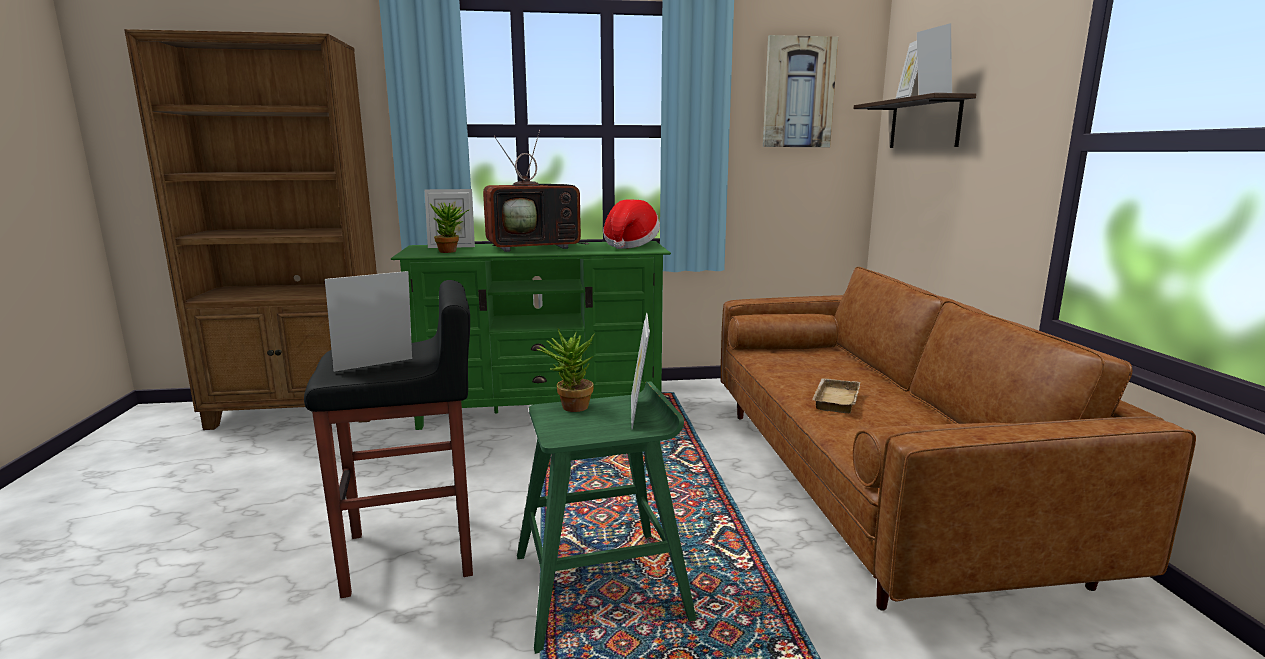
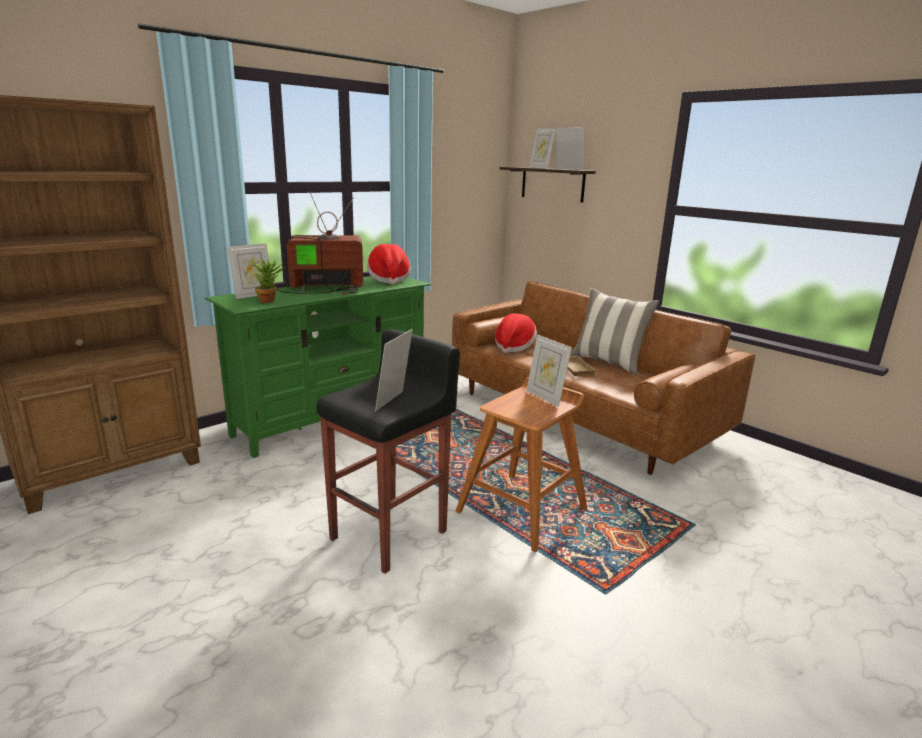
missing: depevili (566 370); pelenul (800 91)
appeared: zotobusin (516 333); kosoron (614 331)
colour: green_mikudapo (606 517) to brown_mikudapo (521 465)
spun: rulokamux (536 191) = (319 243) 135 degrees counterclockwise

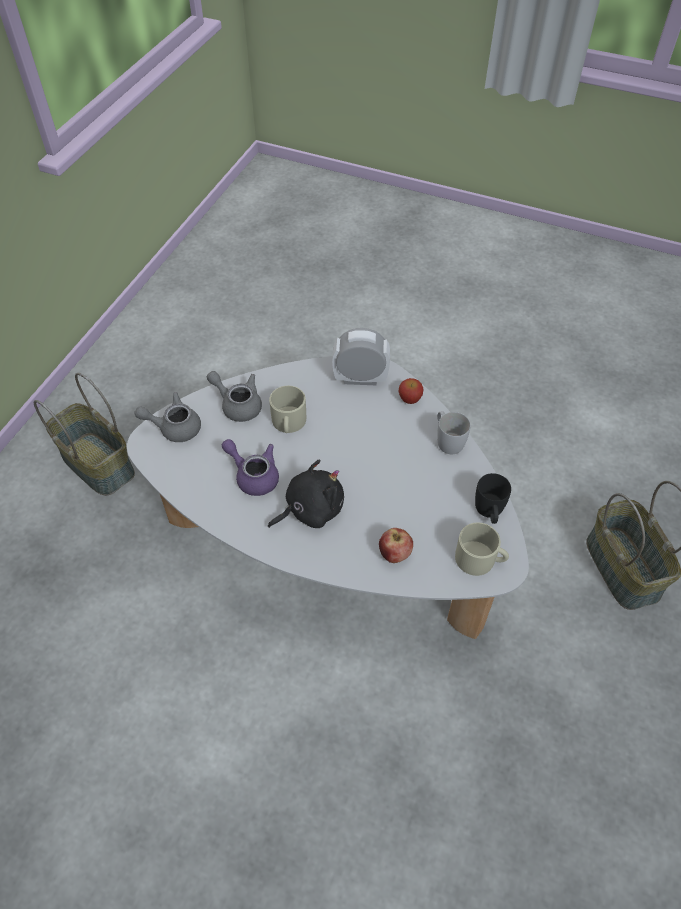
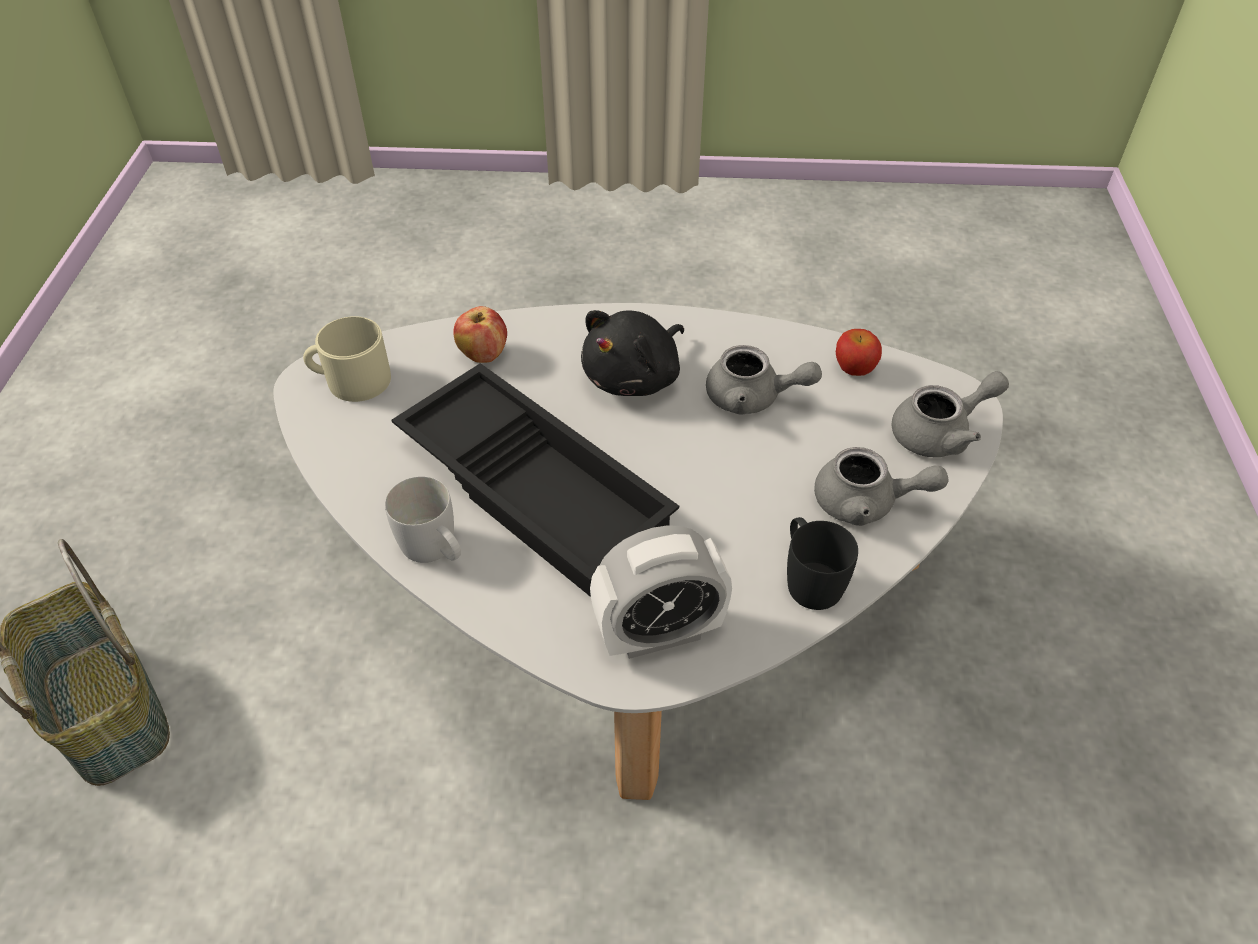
missing: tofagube (84 434); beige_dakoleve (287 409)
appeared: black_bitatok (535 480)
relocated: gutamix (411 391) to (859 352); black_dakoleve (493 498) to (822 563)
colour: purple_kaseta (250 467) to grey_kaseta (764 380)

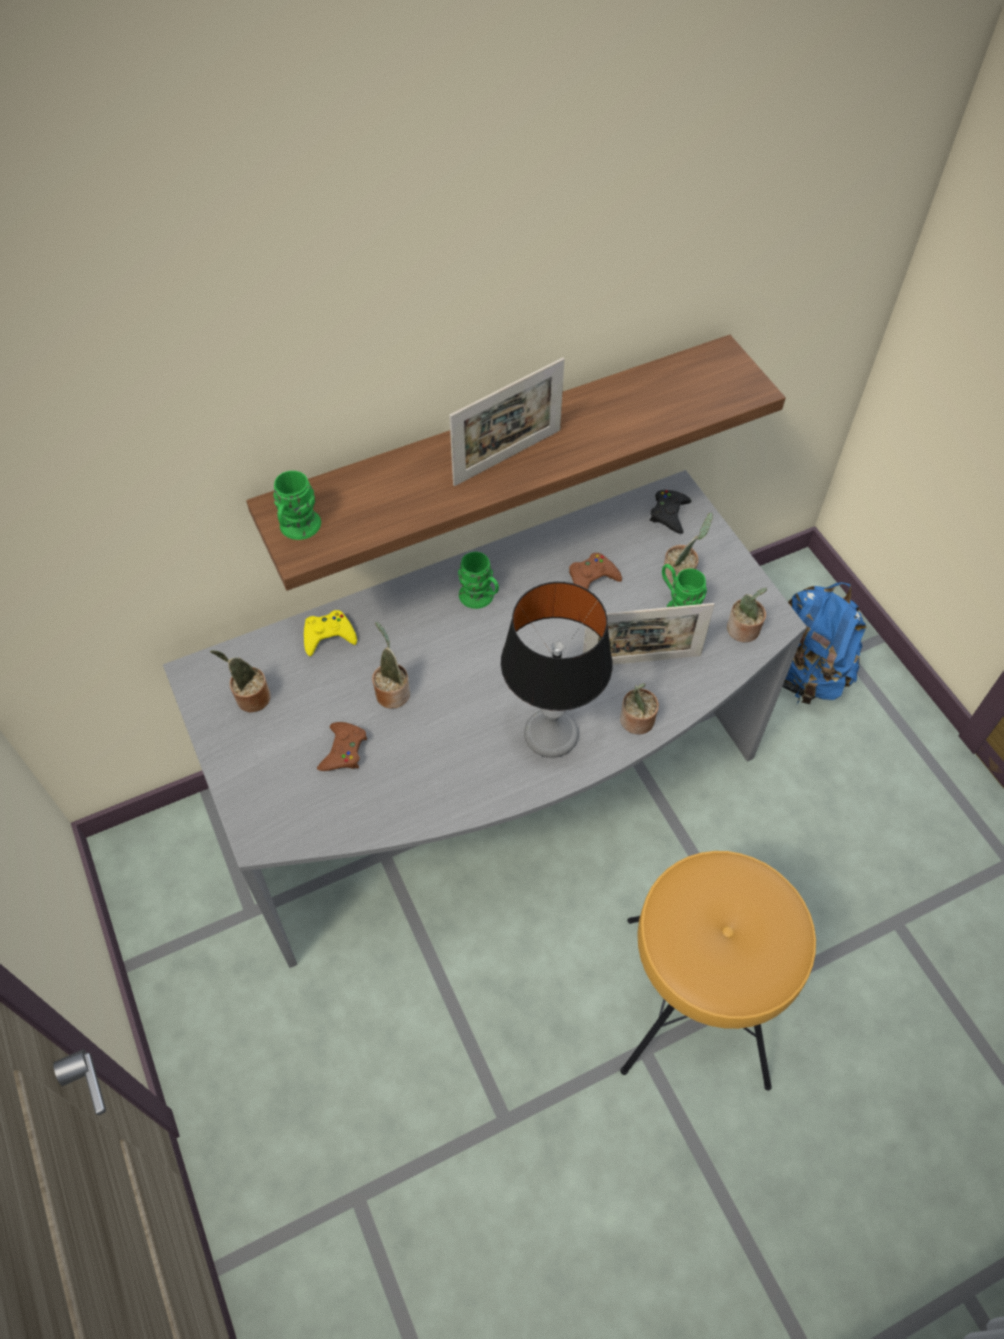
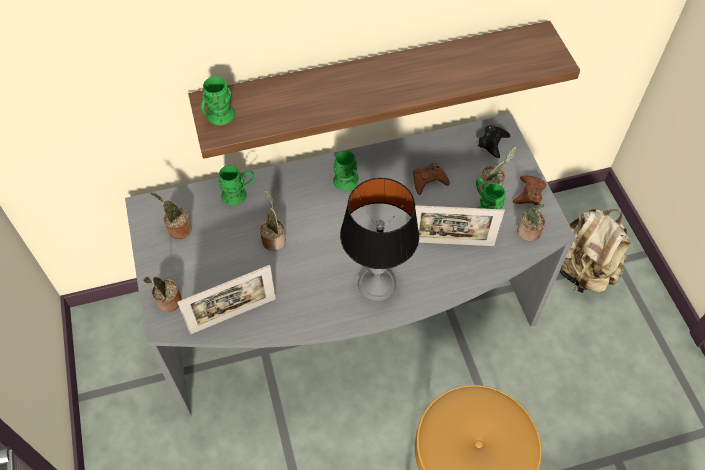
relocated: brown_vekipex (342 746) to (529 190); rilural (506 422) to (226 299); depevili (639 708) to (162 294)
exchanged: yellow_vekipex (330 633) to green_dakoleve (236 185)
colour: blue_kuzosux (824 643) to beige_kuzosux (595 251)

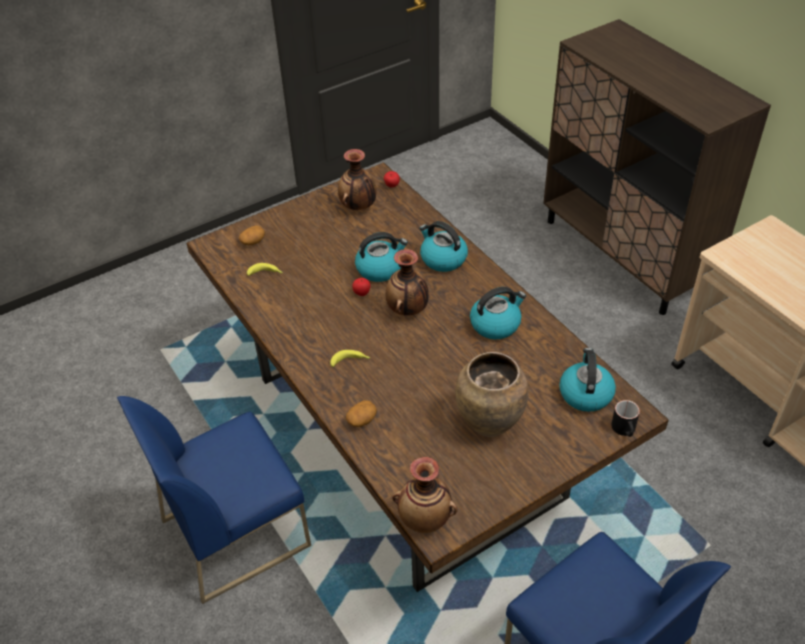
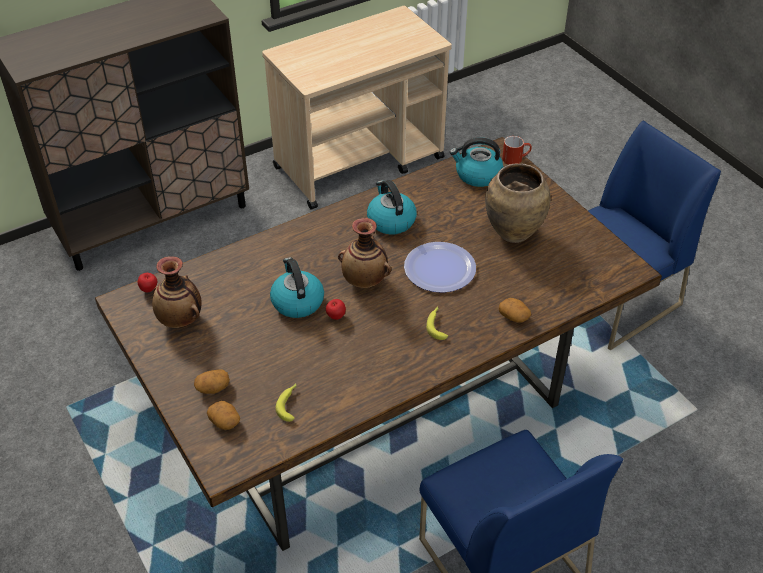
missing: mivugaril (424 495); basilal (443 246)
appeared: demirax (212 382); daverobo (440 267)
colour: black_dakoleve (625 418) to red_dakoleve (517 150)

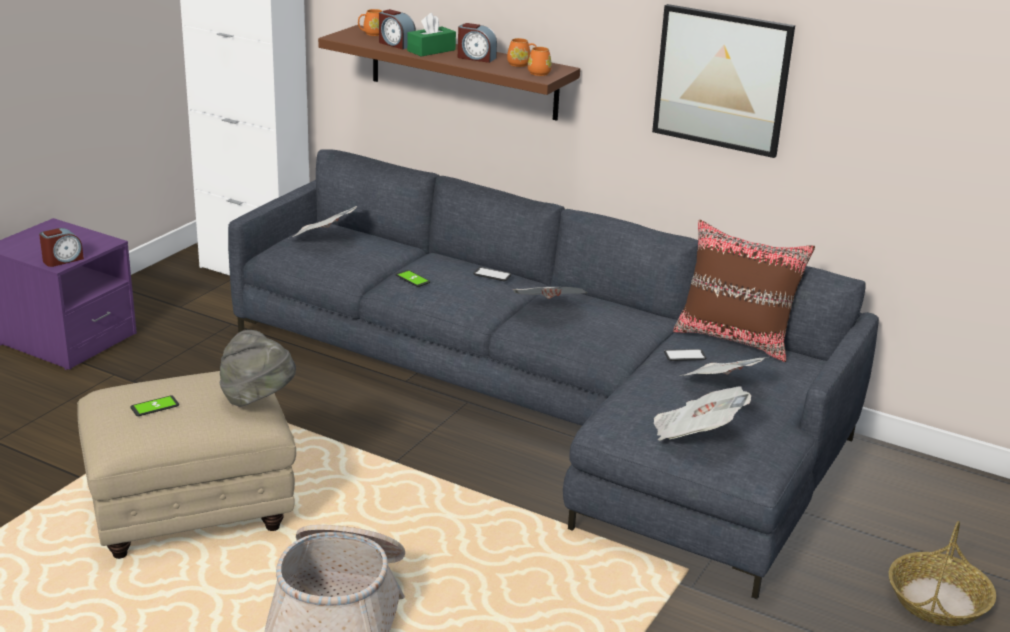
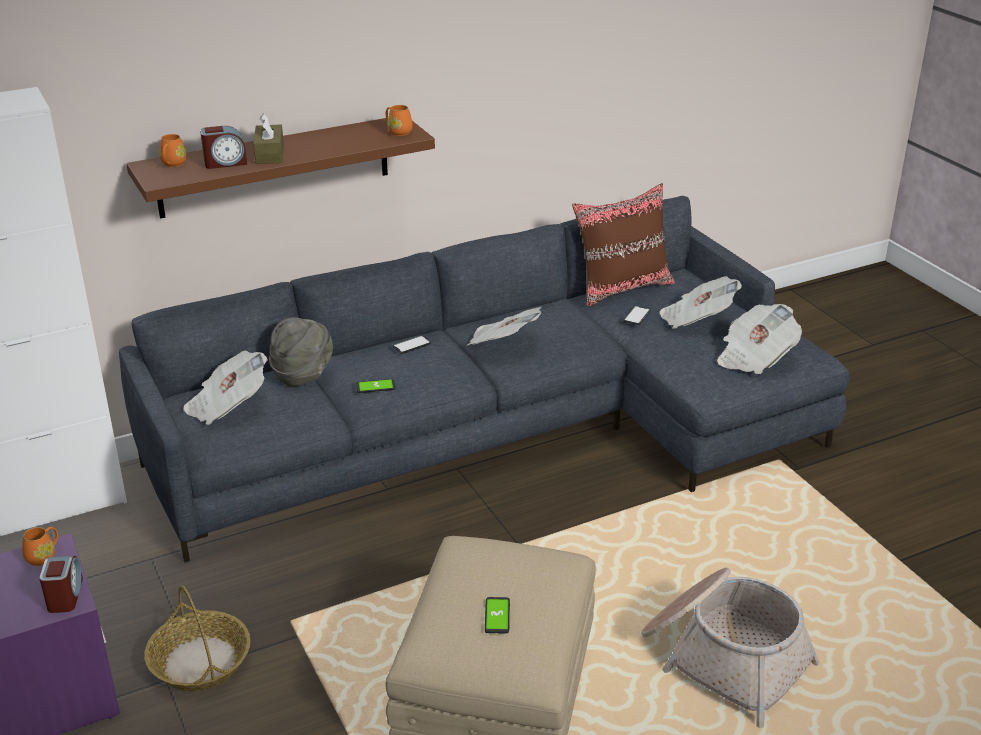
missing: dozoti (477 43); pelenul (723 81)
relocated: grey_zotobusin (258 368) to (301 351); orange_dakoleve (522 52) to (40 546); tofagube (942 573) to (197 638)
colour: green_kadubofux (431 35) to brown_kadubofux (268 138)

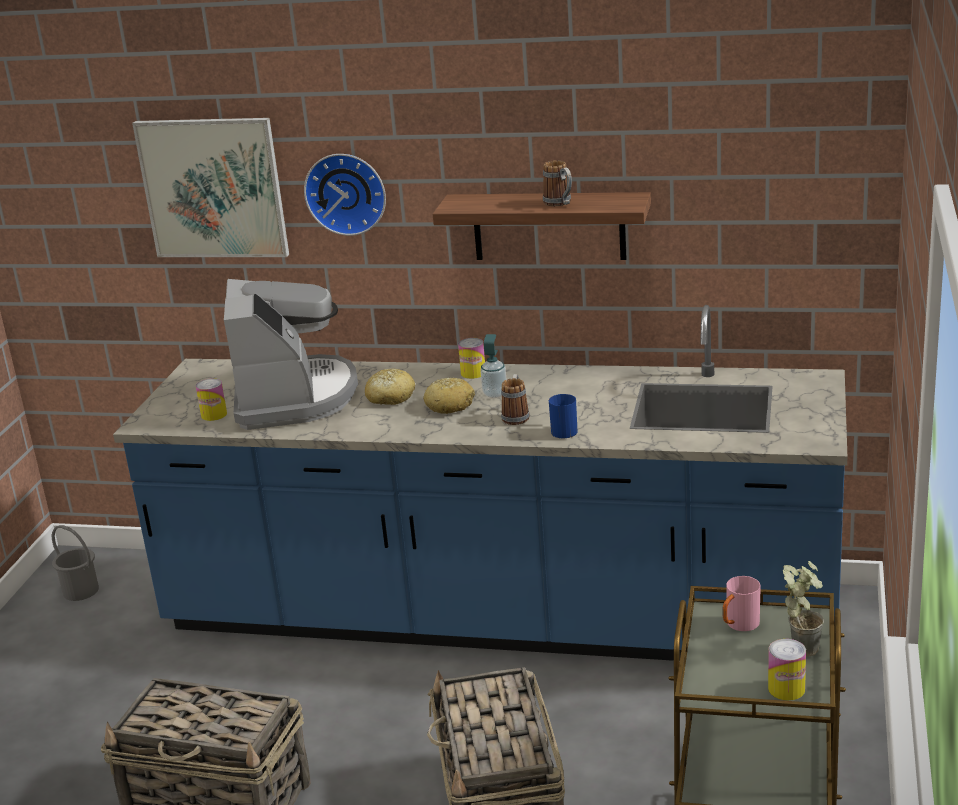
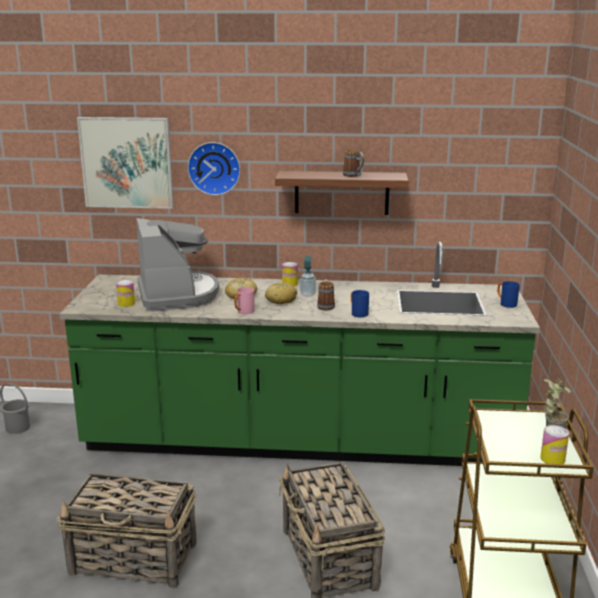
appeared: blue_dakoleve (508 294)
relocated: pink_dakoleve (742 603) to (244 300)
colour: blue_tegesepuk (480 483) to green_tegesepuk (299 354)

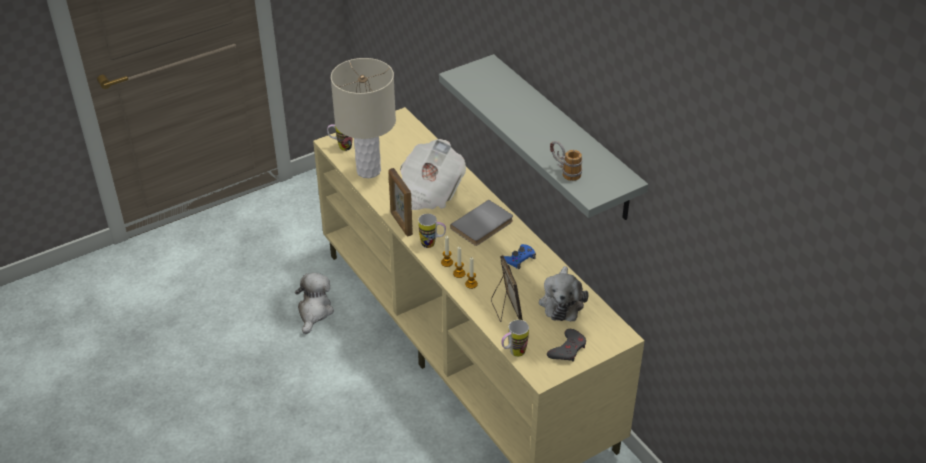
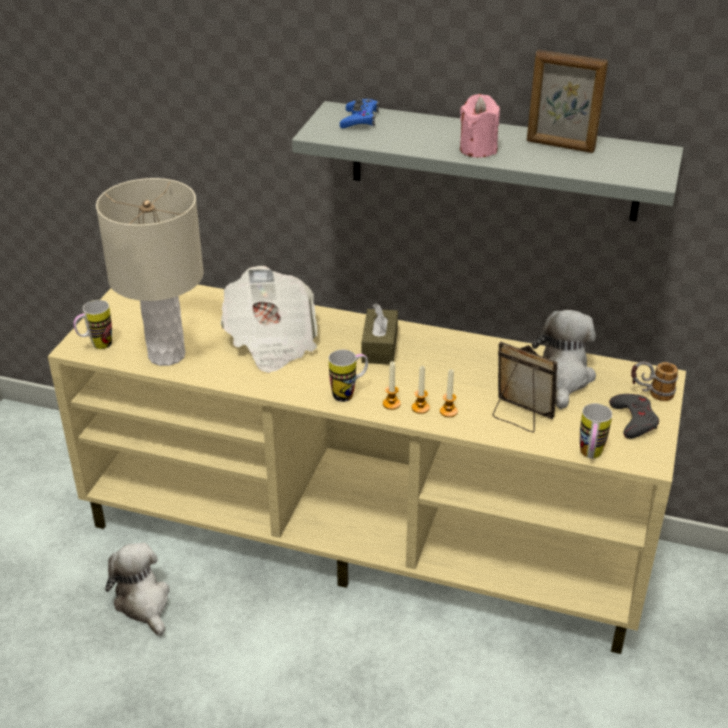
appeared: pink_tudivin (480 126)
relocated: rilural (400 202) to (567 101); blue_vekipex (520 256) to (359 113); dakoleve (566 161) to (654 381)
exchanged: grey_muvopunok (481 223) to brown_kadubofux (380 334)
spun: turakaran (564 293) = (564 359) 135 degrees counterclockwise

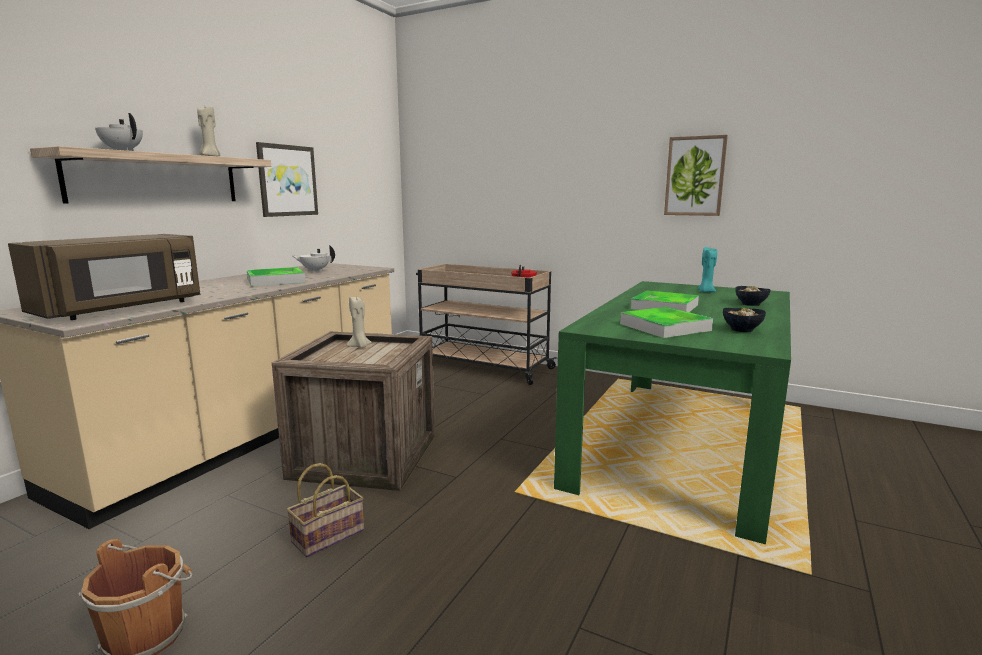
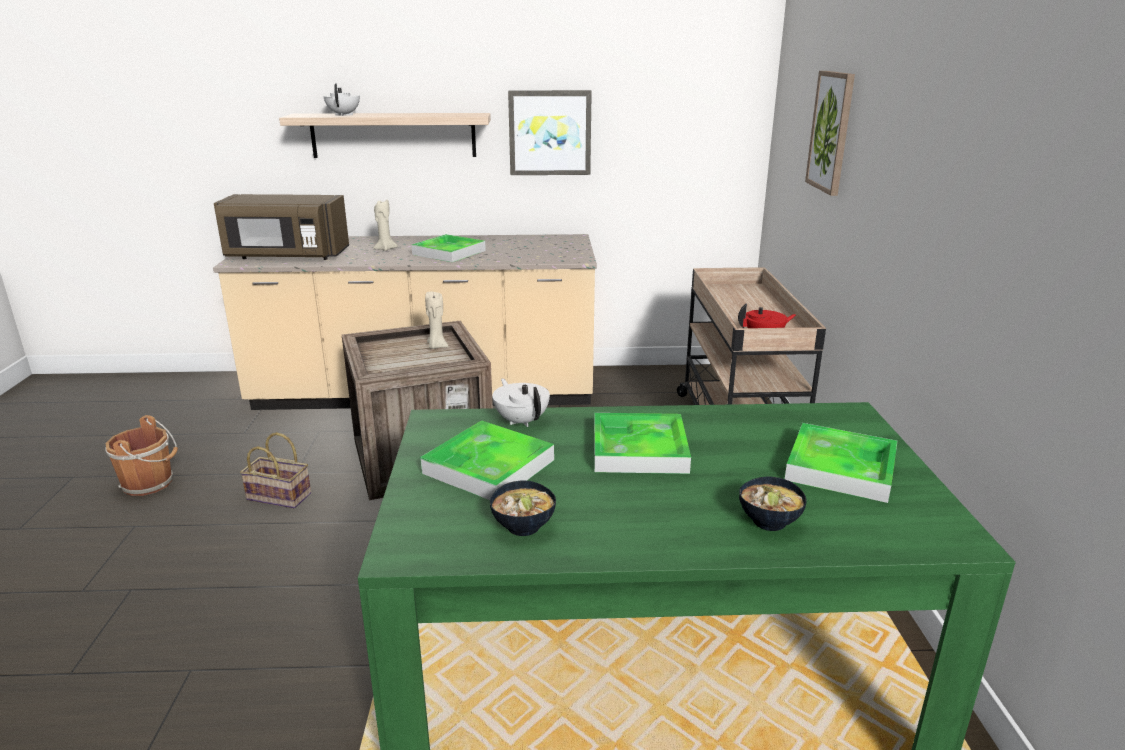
relocated: beige_tudivin (208 131) to (385 225); white_kaseta (314 258) to (521 403); pelenul (696 175) to (830 133)
exchanged: turquoise_tudivin (707 269) to bitatok (841 463)

